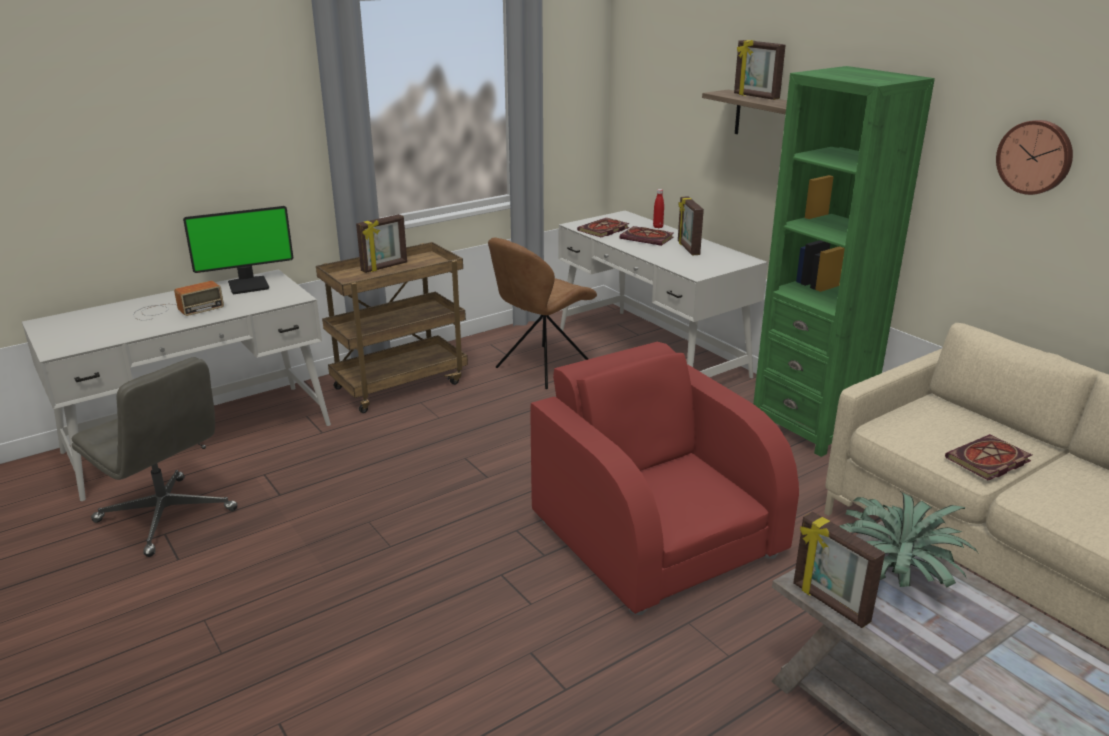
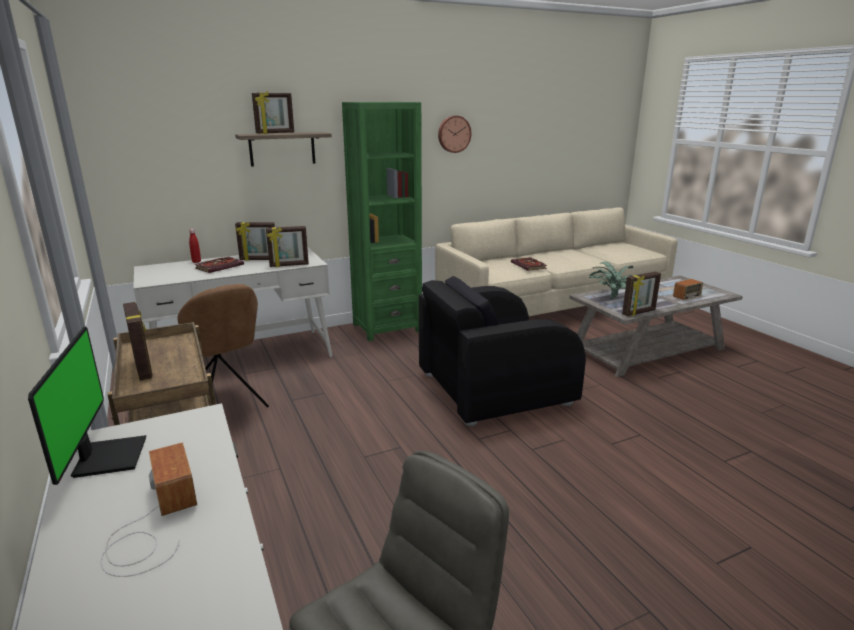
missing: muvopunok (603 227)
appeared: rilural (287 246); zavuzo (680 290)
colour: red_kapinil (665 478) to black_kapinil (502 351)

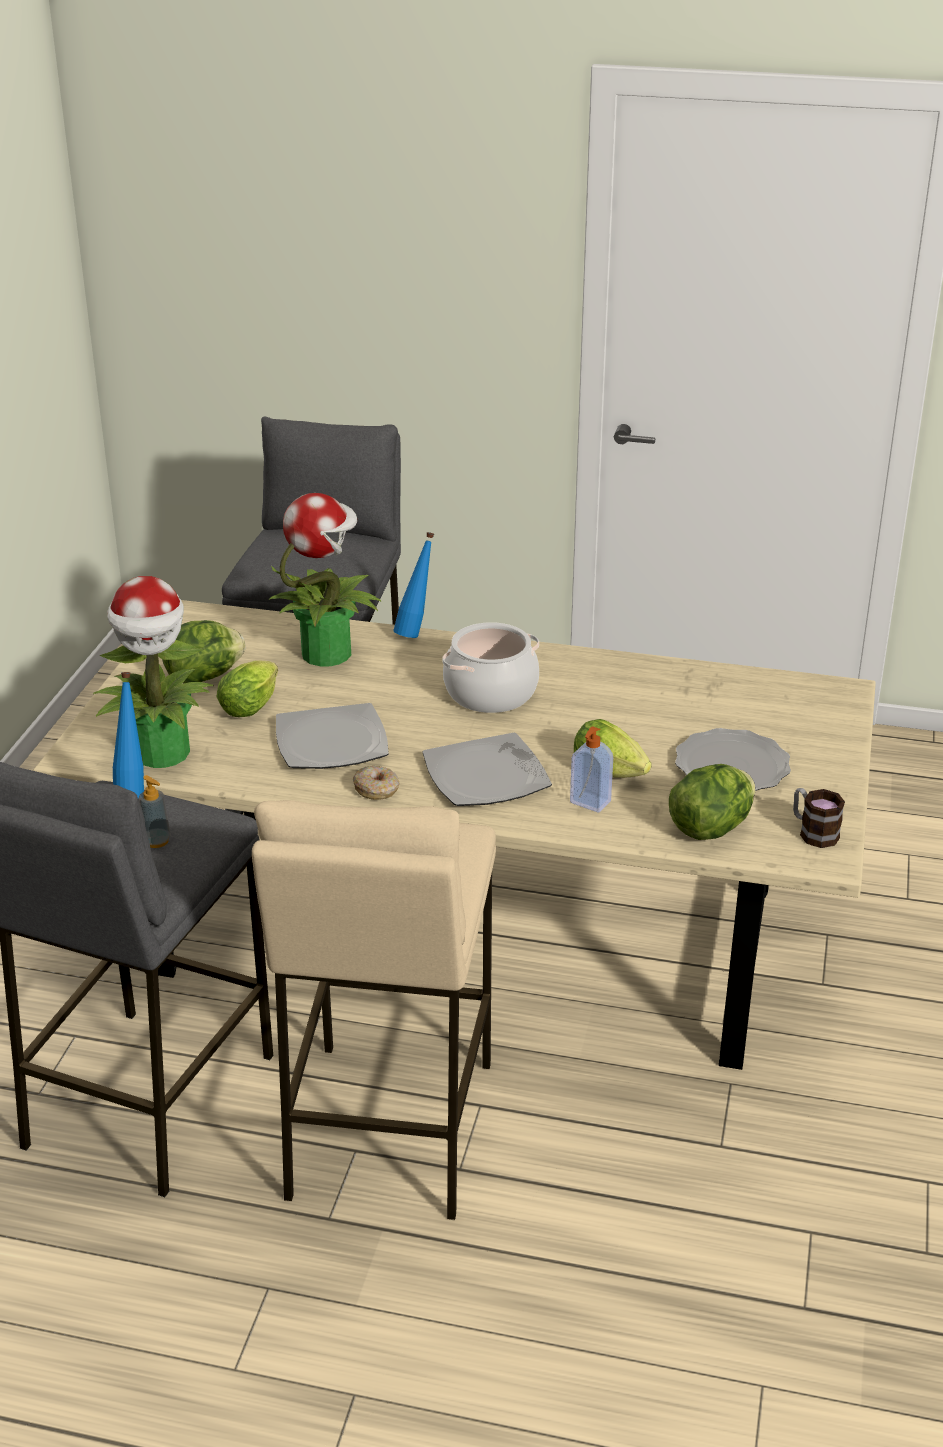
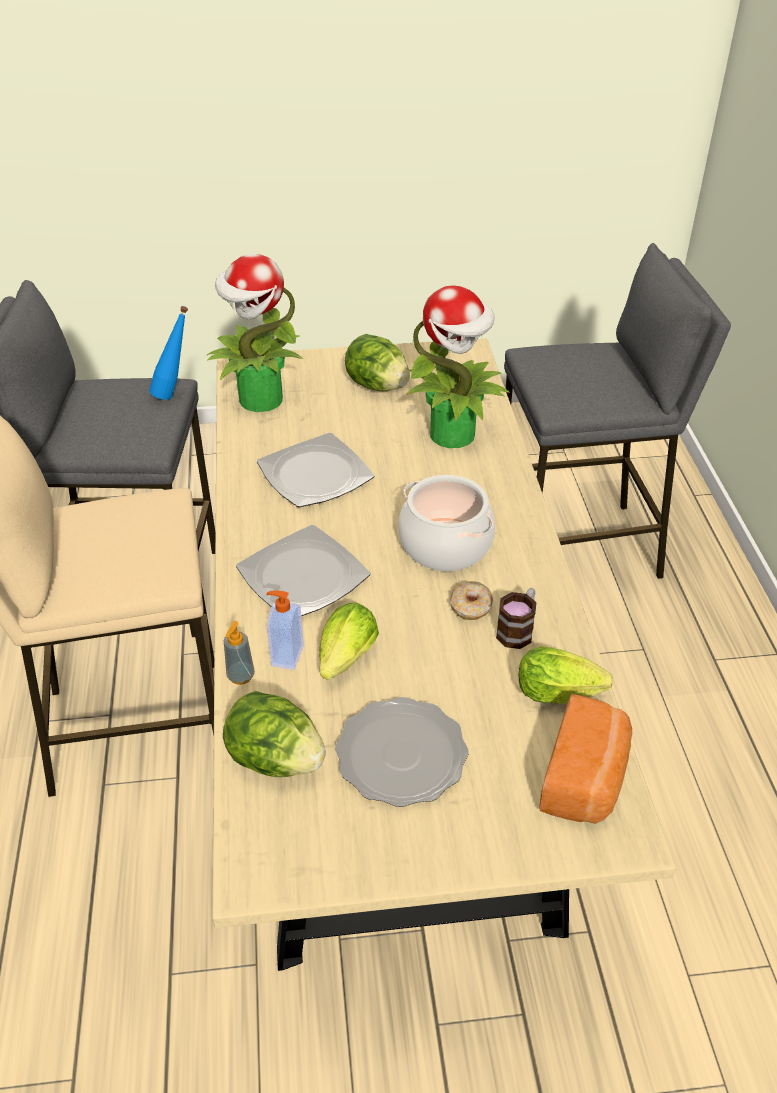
missing: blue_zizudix (413 585)
appeared: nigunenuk (585 759)
relocated: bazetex (155 811) to (239 653); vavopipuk (247 689) to (566 675); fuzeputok (376 783) to (471 600); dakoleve (819 818) to (516 618)

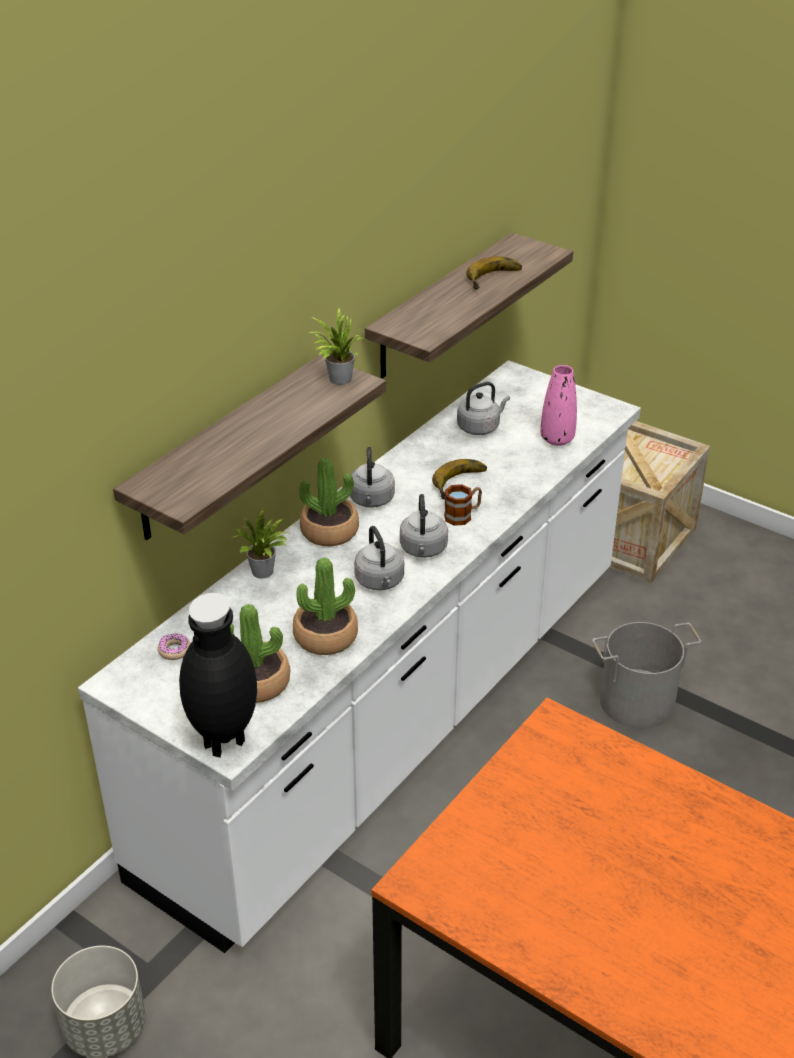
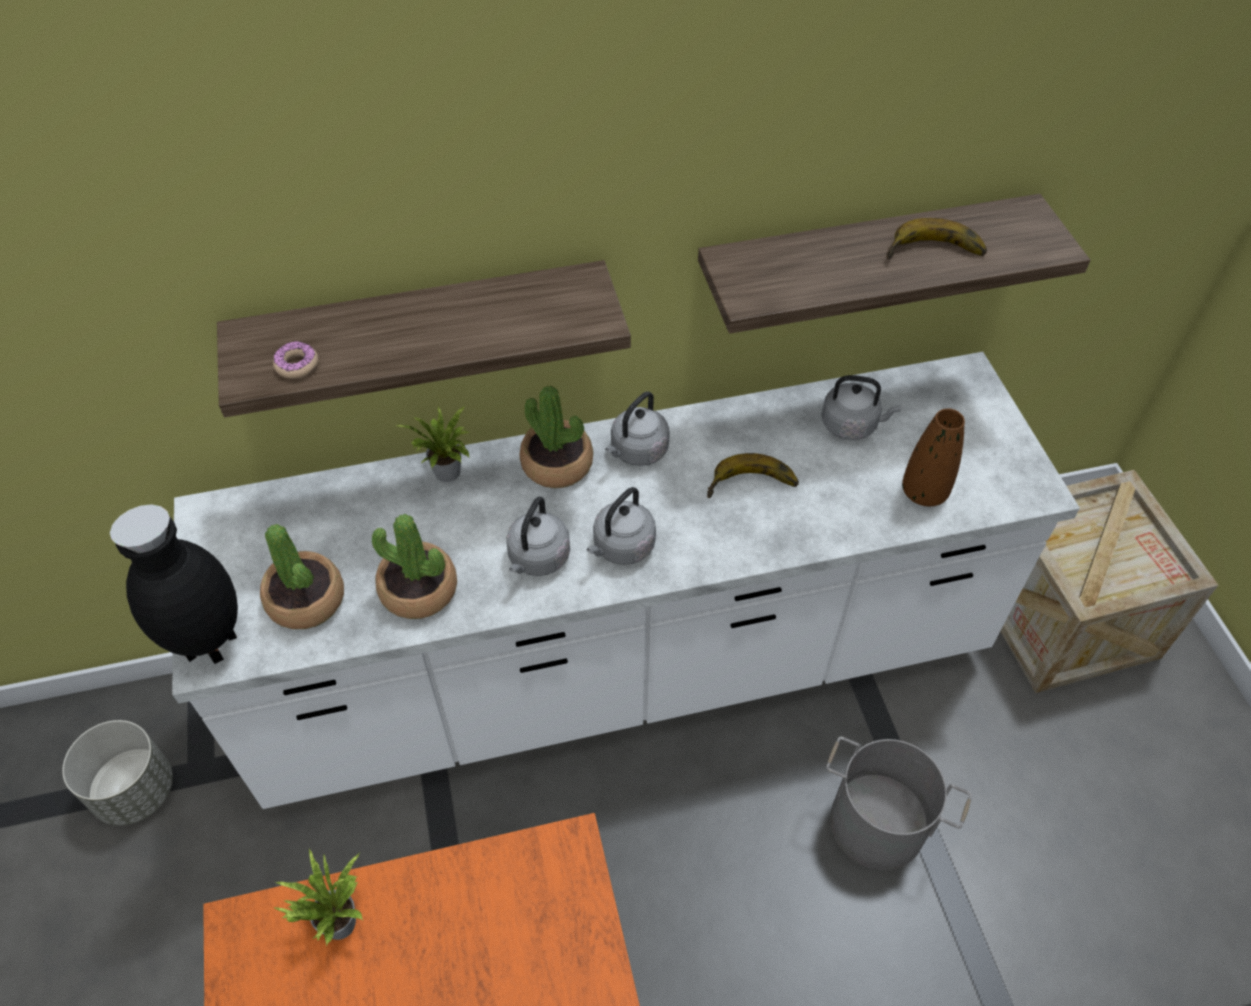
missing: dakoleve (463 505)
relocated: fuzeputok (174 647) to (295 360); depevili (337 346) to (318 897)
colour: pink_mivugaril (559 405) to brown_mivugaril (933 457)

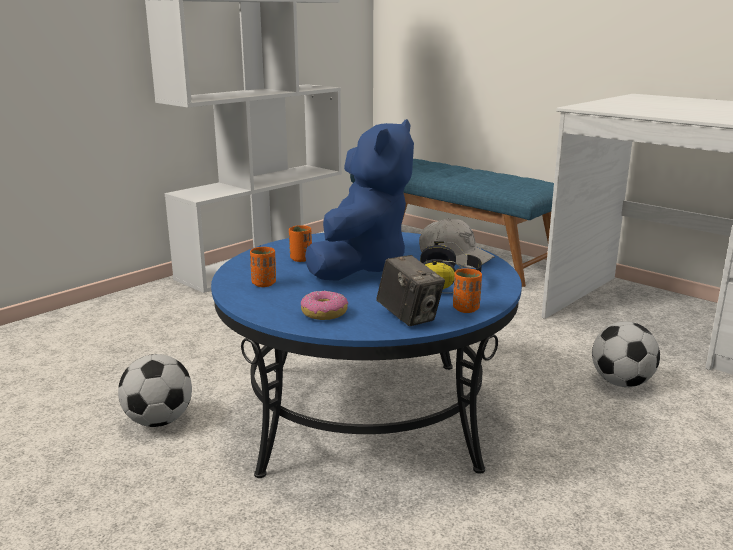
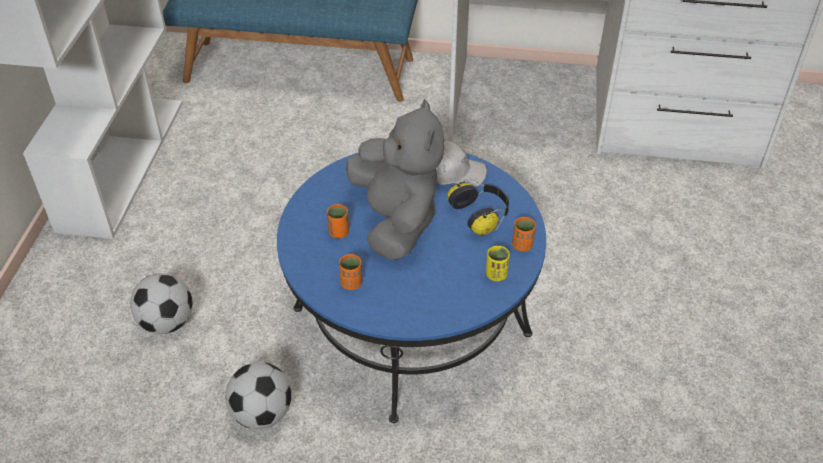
missing: fuzeputok (324 305)
relocated: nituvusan (626 354) to (161 303)
exchanged: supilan (411 290) to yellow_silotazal (498 263)
colour: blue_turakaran (359 200) to grey_turakaran (395 179)

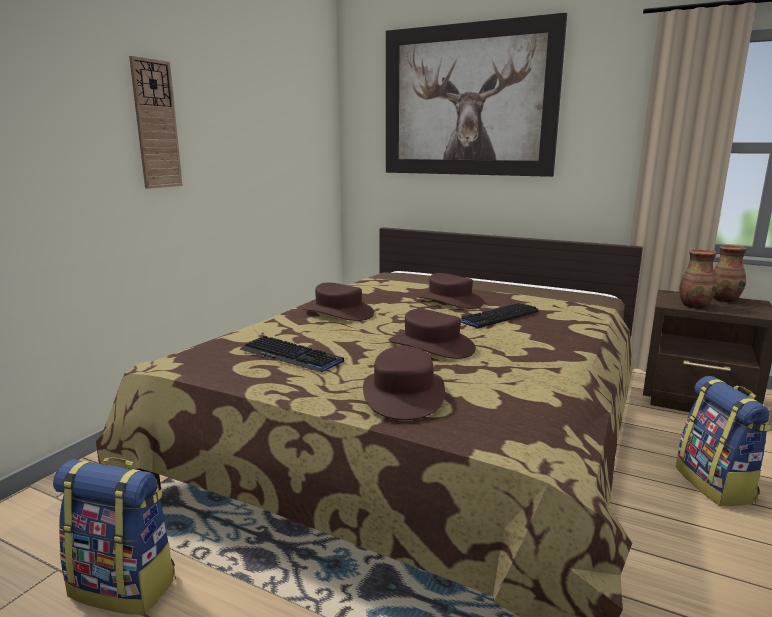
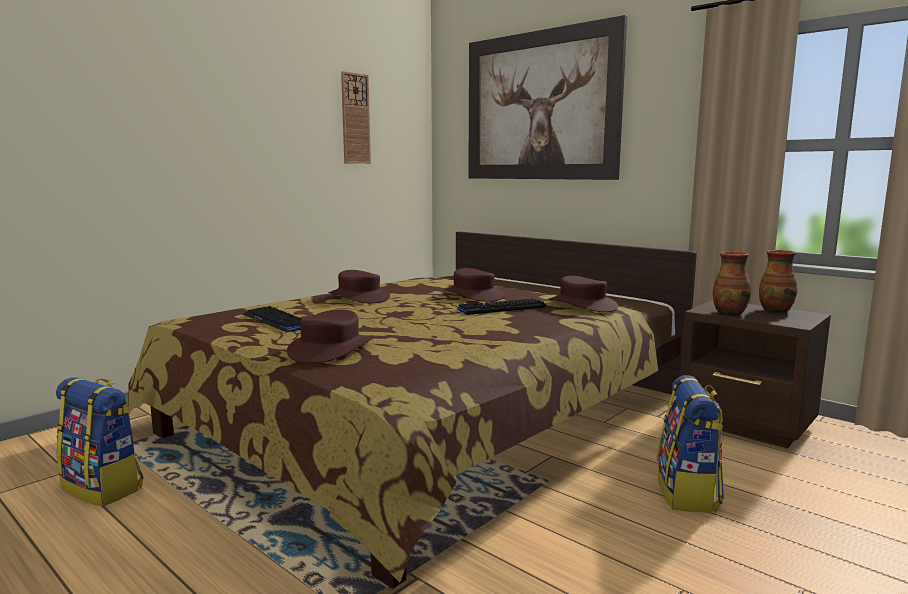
relocated: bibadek (156 122) to (356 117); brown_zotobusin (432 334) to (582 294)

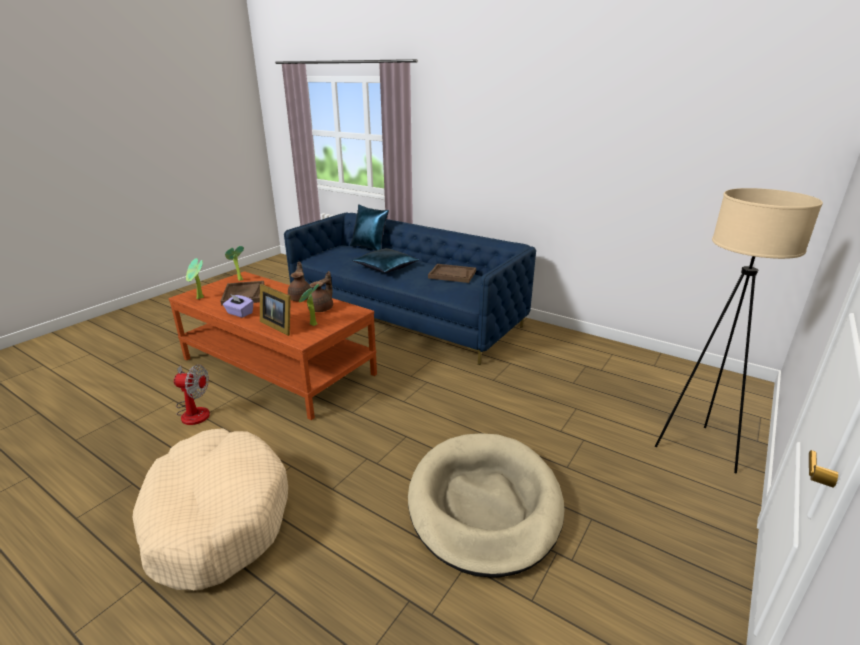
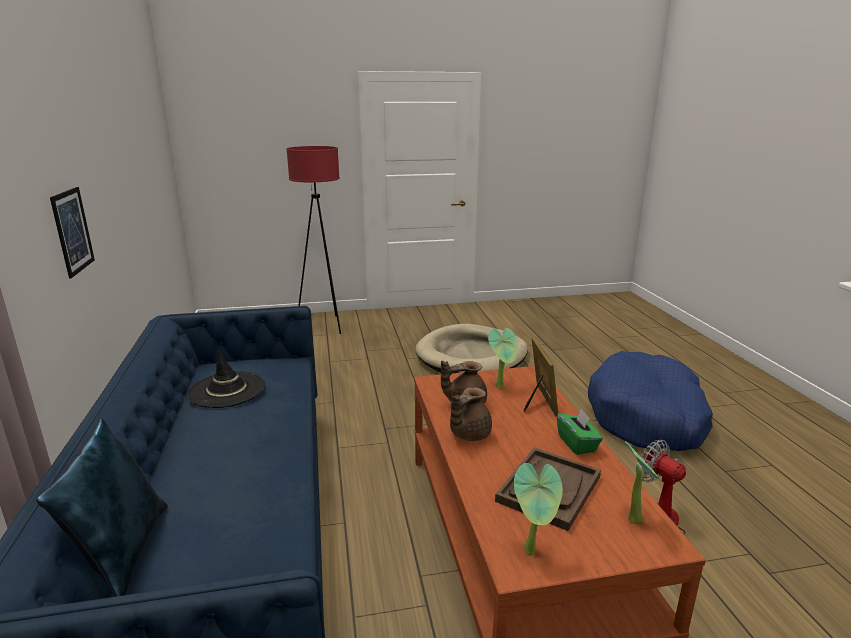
missing: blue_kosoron (385 260)
appeared: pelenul (72 233)
exchanged: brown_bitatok (452 273) to black_zotobusin (226 379)
colour: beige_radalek (210 509) to blue_radalek (650 401); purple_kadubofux (238 306) to green_kadubofux (580 432); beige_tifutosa (739 330) to red_tifutosa (313 240)

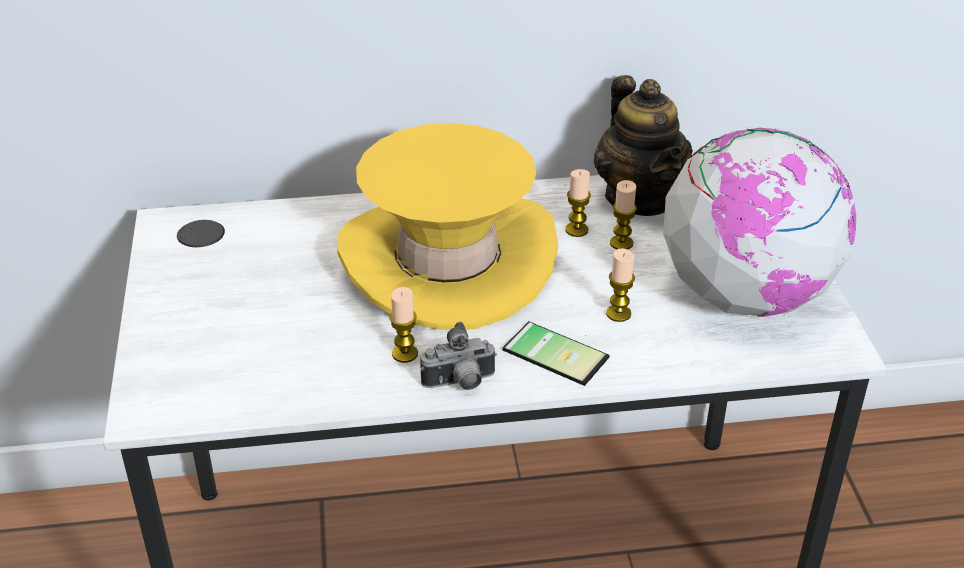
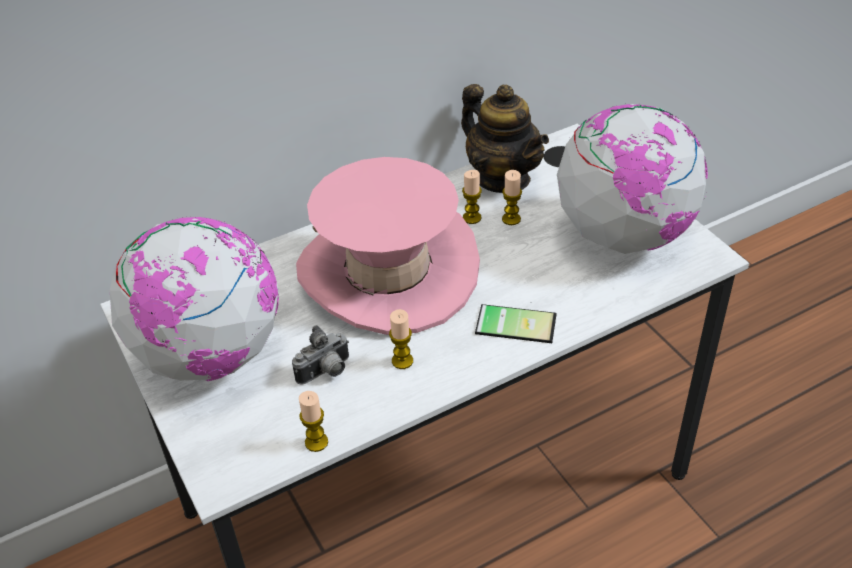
appeared: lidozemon (194 299)
relocated: supilan (458 356) to (320 355); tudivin (620 285) to (313 421)
colour: yellow_zotobusin (448 226) to pink_zotobusin (388 246)

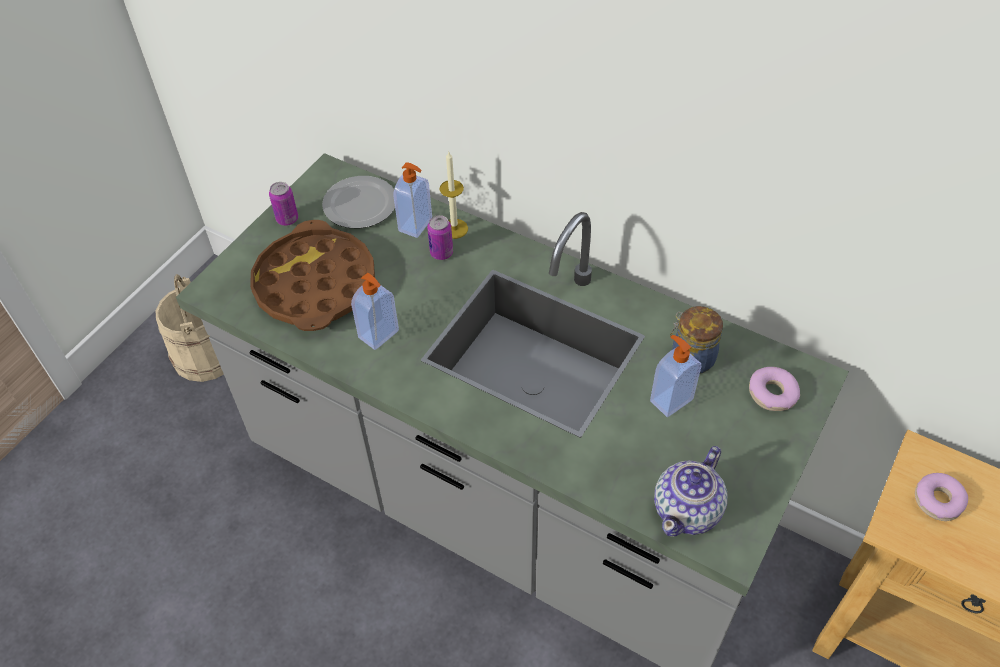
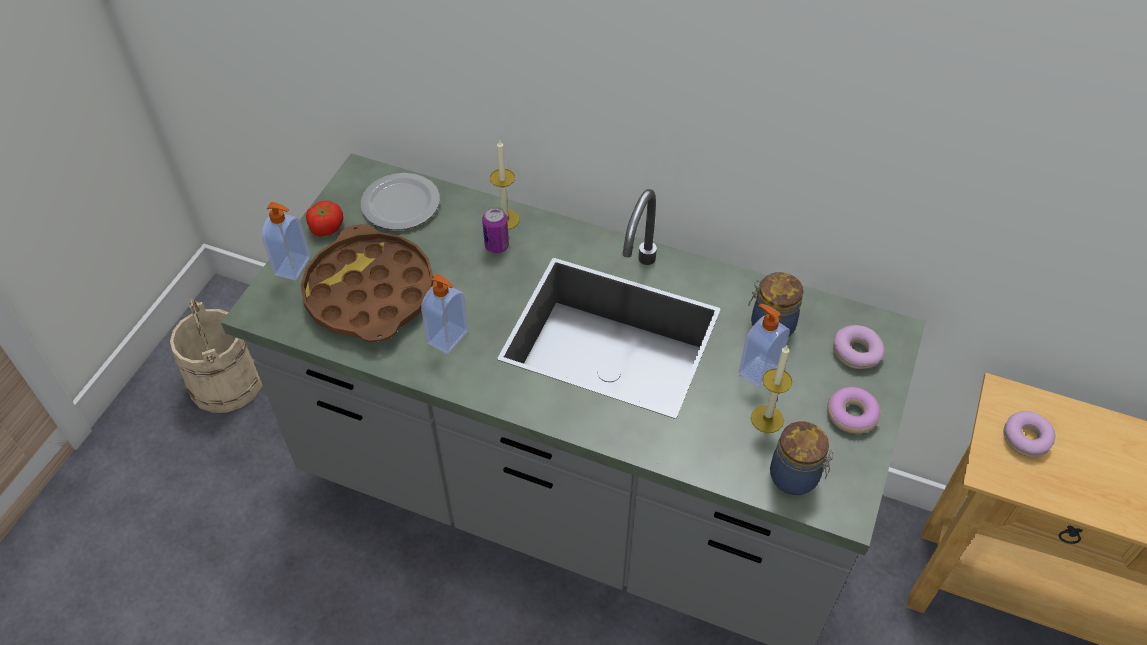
appeared: tudivin (771 389); fuzeputok (854 410)
relocated: bazetex (413 200) to (286 241)
exchanged: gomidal (283 204) to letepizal (324 219); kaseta (690 491) to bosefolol (802 458)

